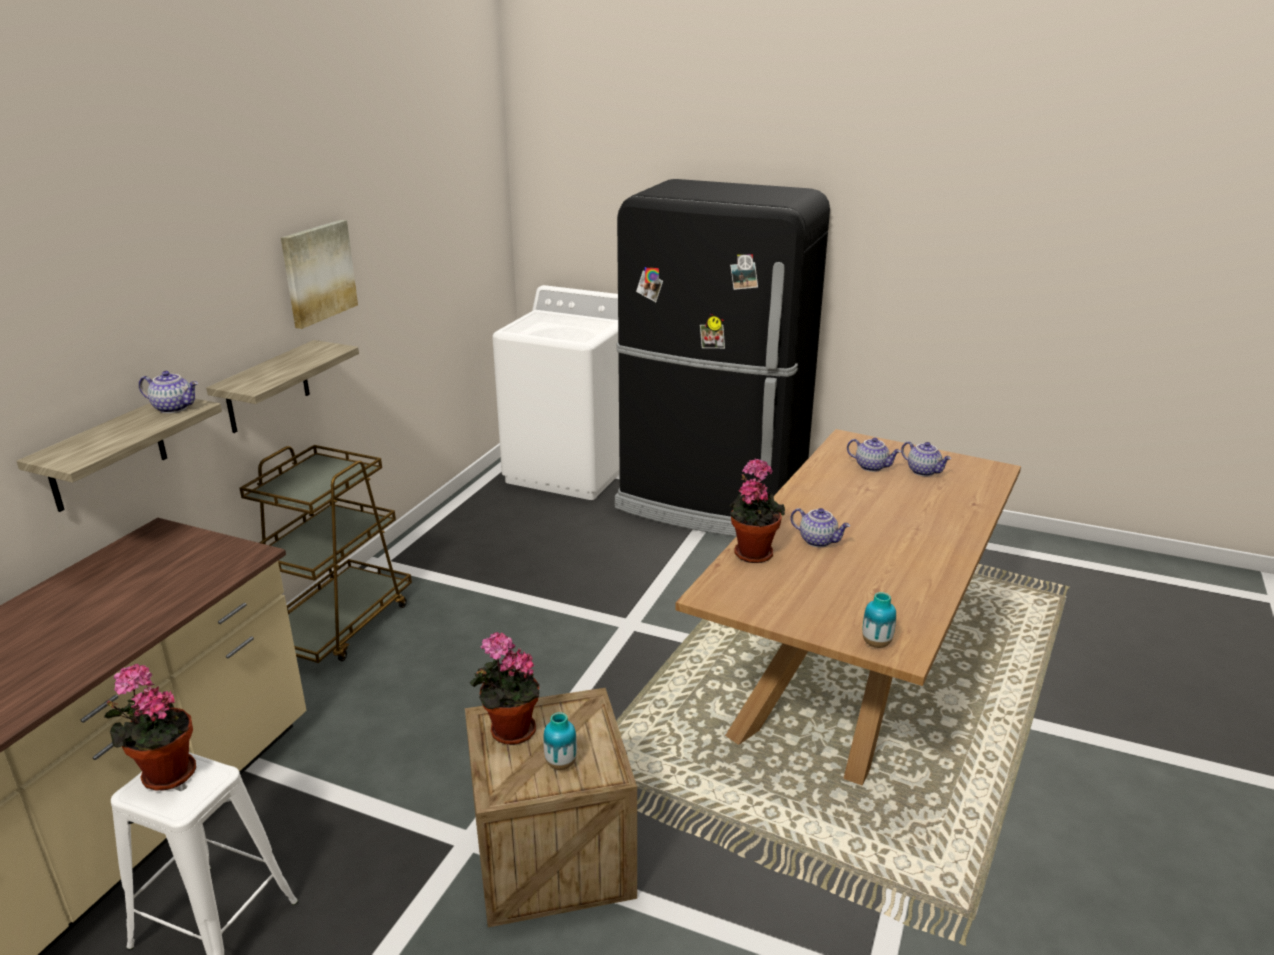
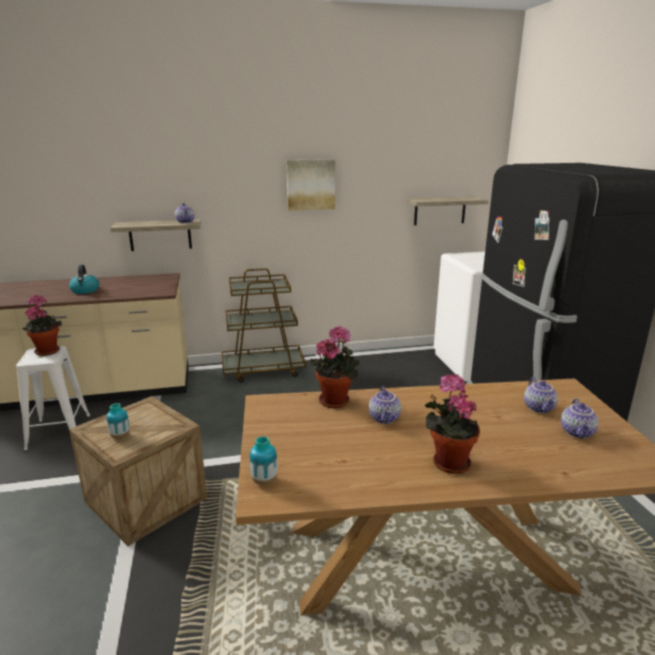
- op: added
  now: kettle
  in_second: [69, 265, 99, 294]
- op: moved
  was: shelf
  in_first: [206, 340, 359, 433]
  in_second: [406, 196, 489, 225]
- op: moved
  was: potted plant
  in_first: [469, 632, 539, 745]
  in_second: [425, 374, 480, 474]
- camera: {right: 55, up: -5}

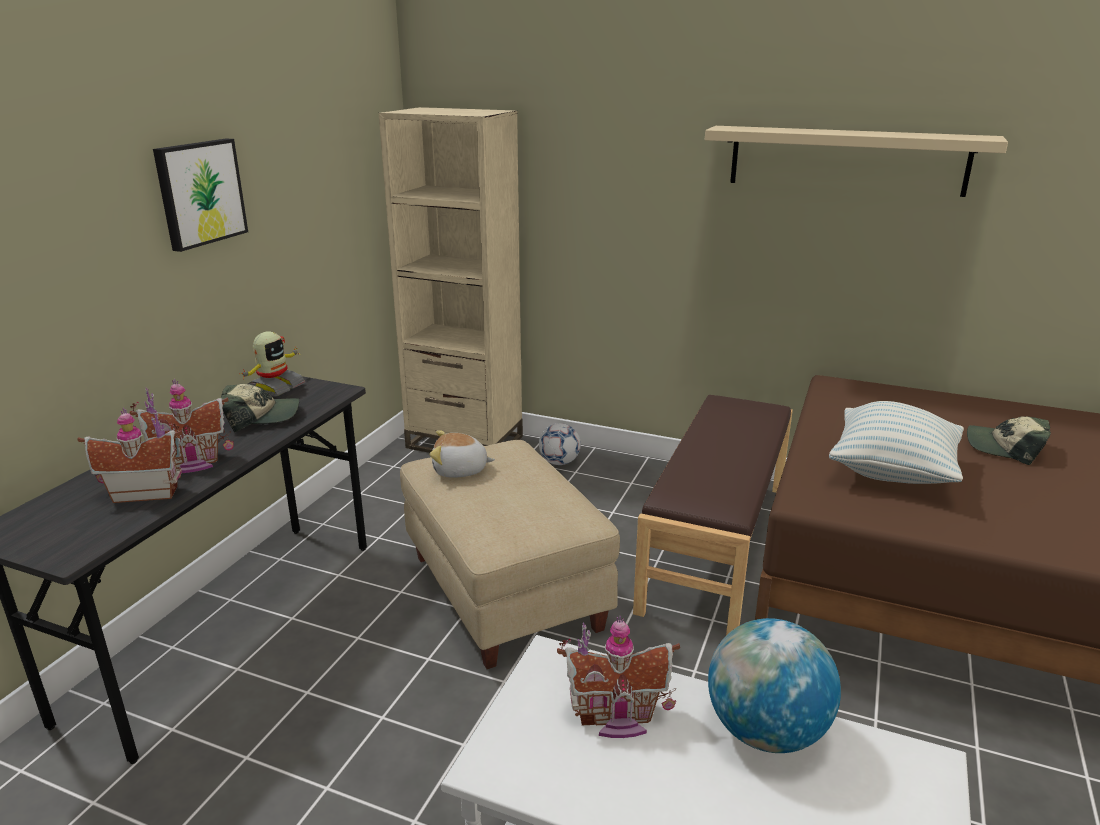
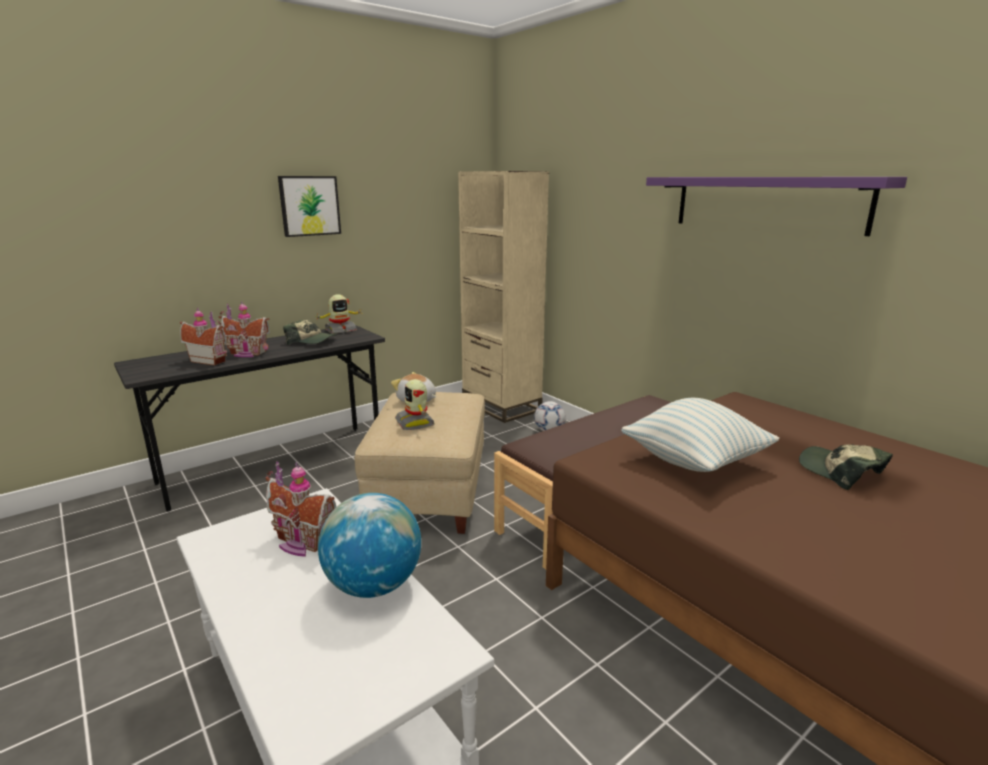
- op: added
  now: toy robot
  in_second: [395, 379, 435, 430]
- op: recoloured
  was: shelf/beige
  now: shelf/purple
  in_first: [705, 126, 1008, 197]
  in_second: [646, 177, 907, 236]
- camera: {right: 30, up: -5}

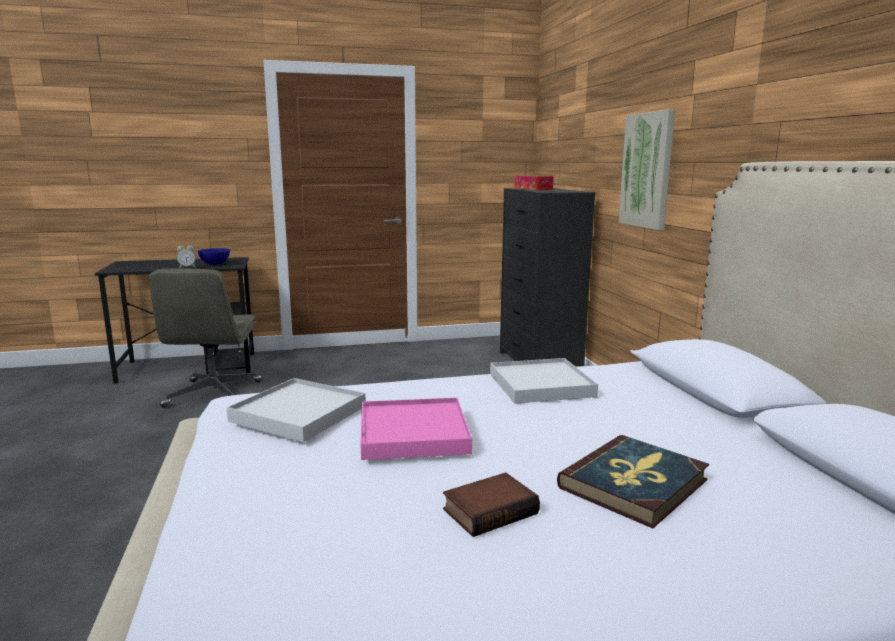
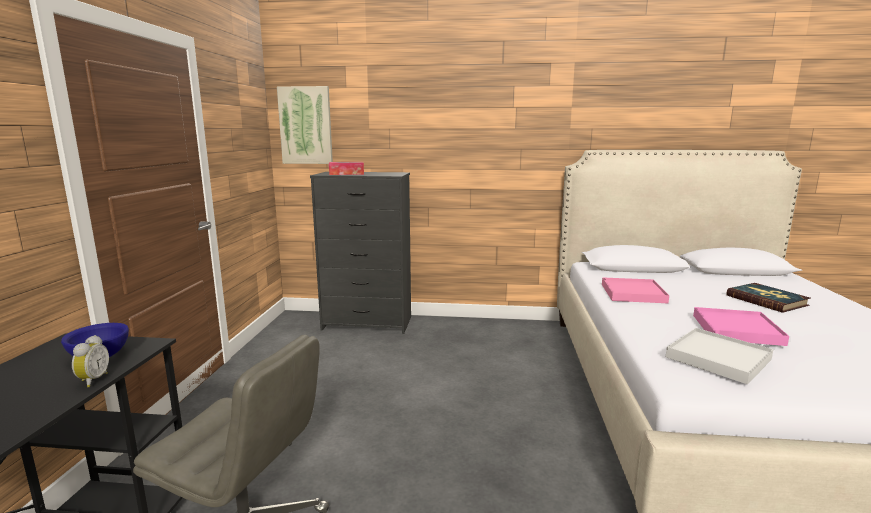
- op: removed
  was: book
  in_first: [443, 472, 540, 537]
- op: moved
  was: picture
  in_first: [618, 109, 675, 230]
  in_second: [277, 86, 333, 164]
- op: recoloured
  was: tray/white
  now: tray/pink
  in_first: [490, 358, 598, 404]
  in_second: [602, 277, 669, 303]
- camera: {right: -70, up: 0}

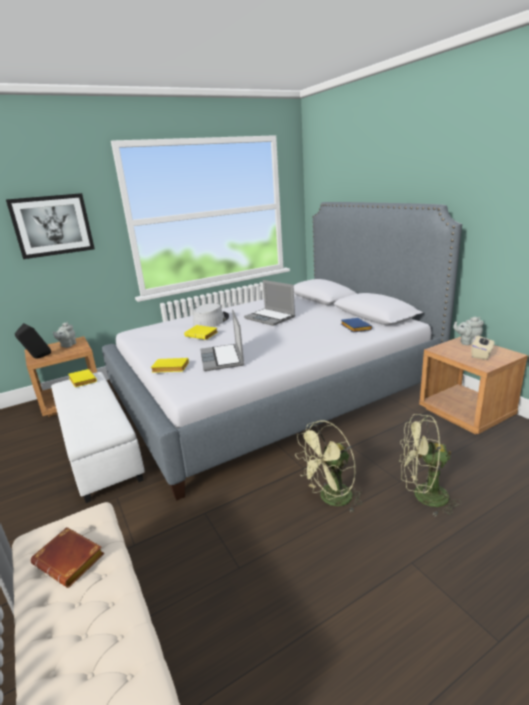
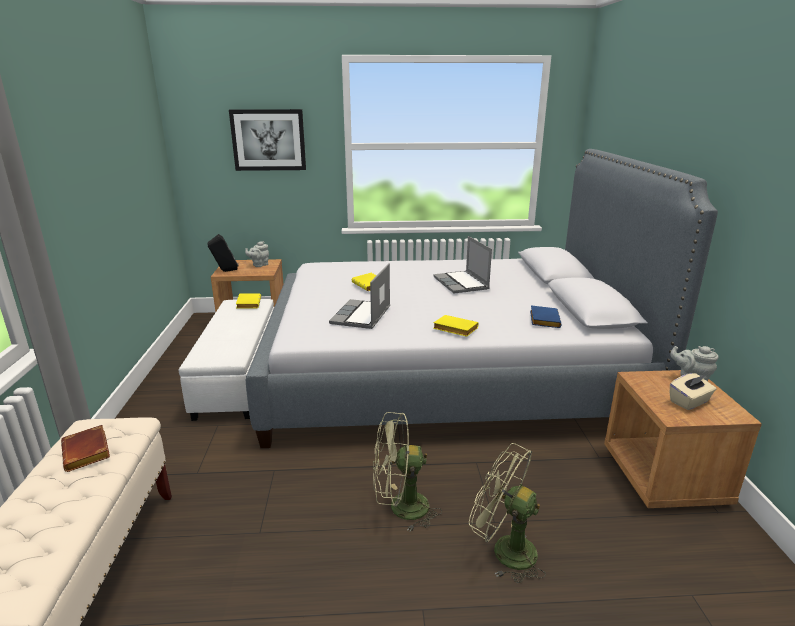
- op: removed
  was: hat/grey
  in_first: [193, 303, 229, 327]
- op: moved
  was: book/yellow
  in_first: [151, 358, 189, 373]
  in_second: [433, 315, 479, 337]
- camera: {right: 25, up: 0}

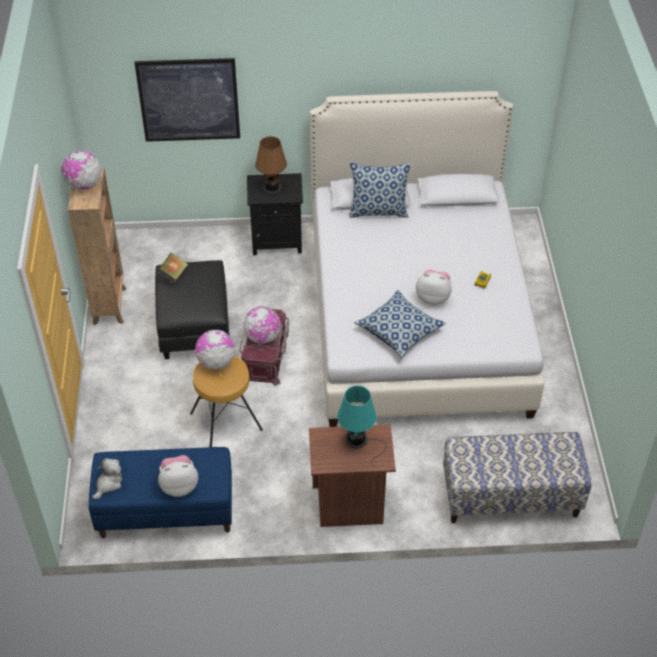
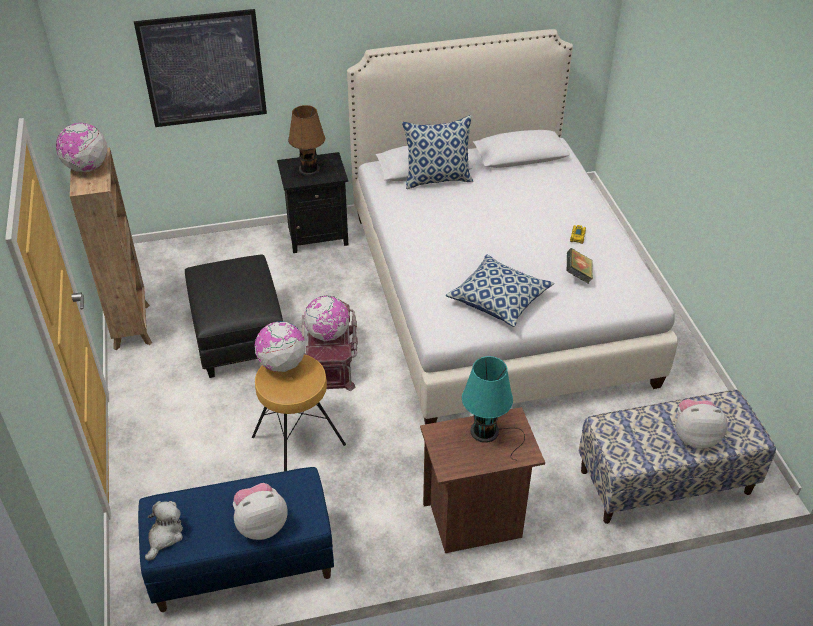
- op: moved
  was: book
  in_first: [157, 253, 188, 283]
  in_second: [566, 248, 593, 284]
- op: moved
  was: plush toy
  in_first: [416, 270, 452, 305]
  in_second: [676, 399, 728, 449]
- camera: {right: -10, up: -5}

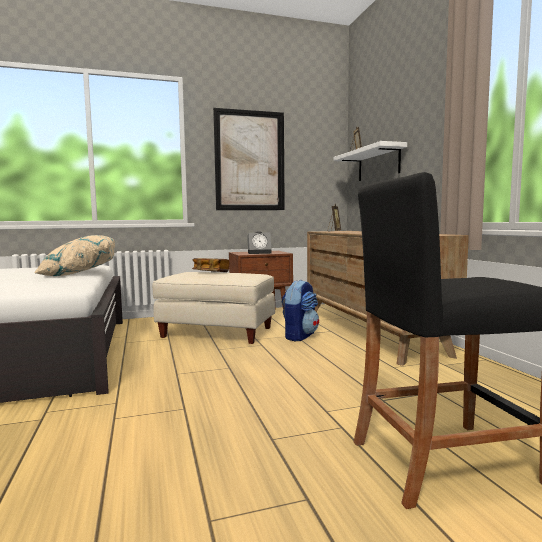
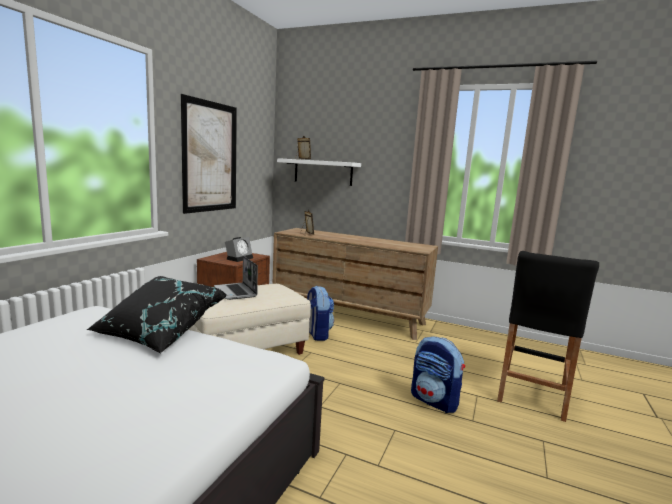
- op: added
  now: backpack
  in_second: [411, 336, 465, 413]
- op: replaced
  was: book
  now: laptop
  in_first: [192, 258, 230, 272]
  in_second: [214, 256, 258, 300]
- op: recoloured
  was: pillow/beige
  now: pillow/black
  in_first: [34, 235, 115, 276]
  in_second: [87, 276, 226, 354]
- camera: {right: -50, up: 5}

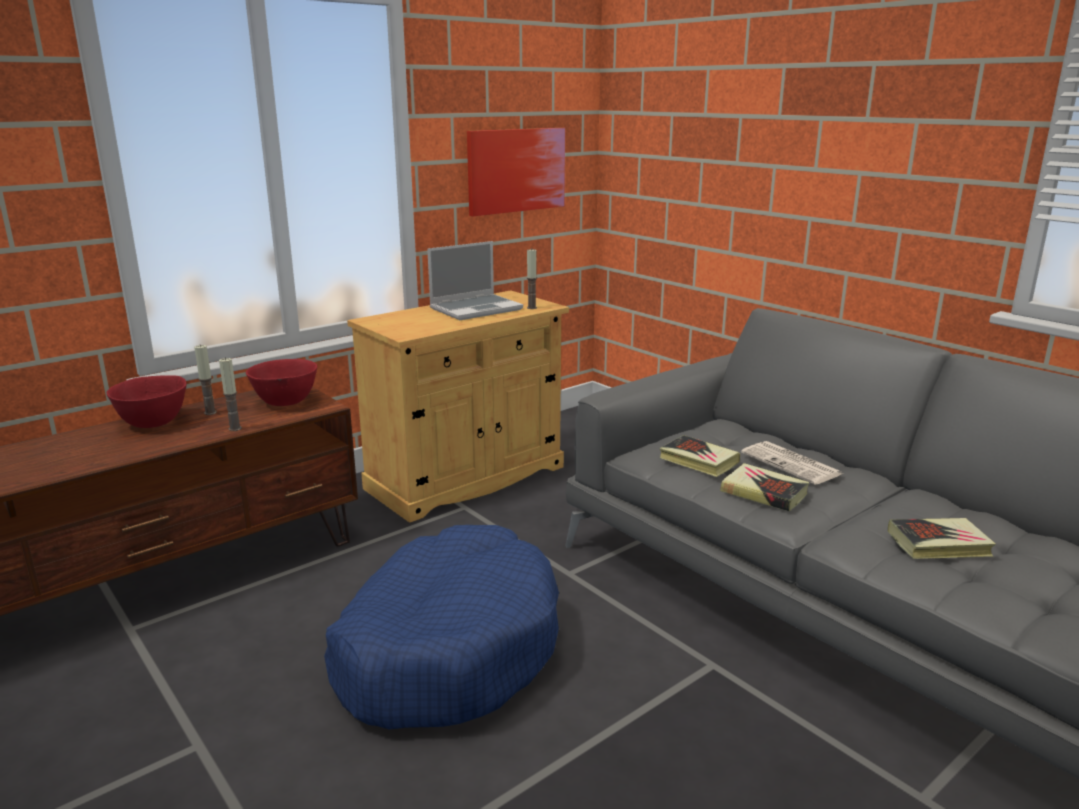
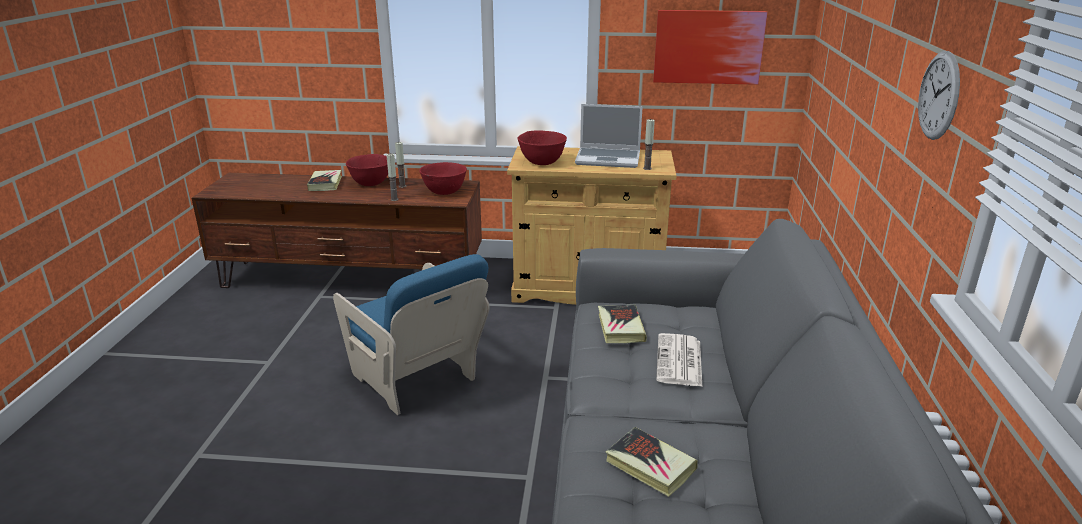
- op: added
  now: bowl/red
  in_second: [518, 130, 567, 165]
- op: added
  now: wall clock
  in_second: [918, 51, 960, 140]
- op: moved
  was: book
  in_first: [720, 463, 809, 512]
  in_second: [307, 170, 342, 191]
- op: replaced
  was: dog bed/blue
  now: armchair/blue
  in_first: [324, 525, 559, 729]
  in_second: [333, 254, 490, 415]
- camera: {right: 45, up: 5}

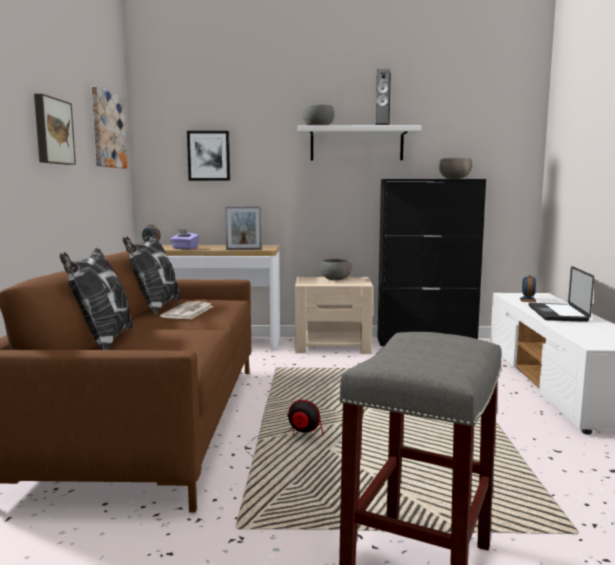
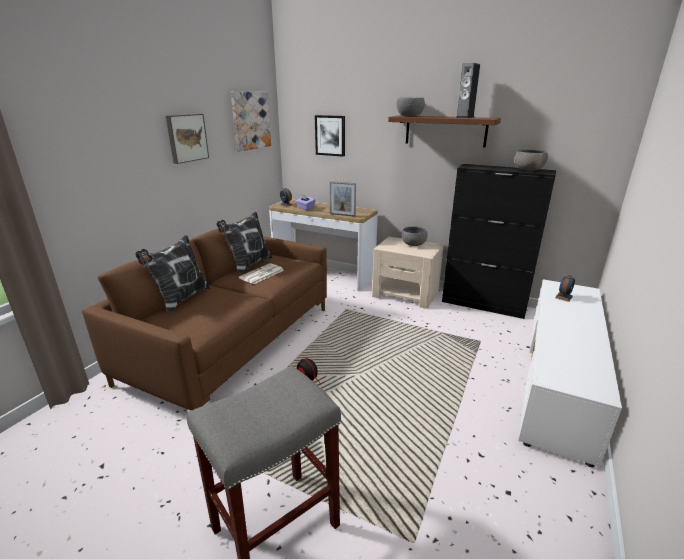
- op: removed
  was: laptop
  in_first: [529, 266, 594, 322]
- op: recoloured
  was: shelf/white
  now: shelf/brown
  in_first: [298, 125, 421, 160]
  in_second: [388, 116, 501, 148]
- camera: {right: 25, up: 15}

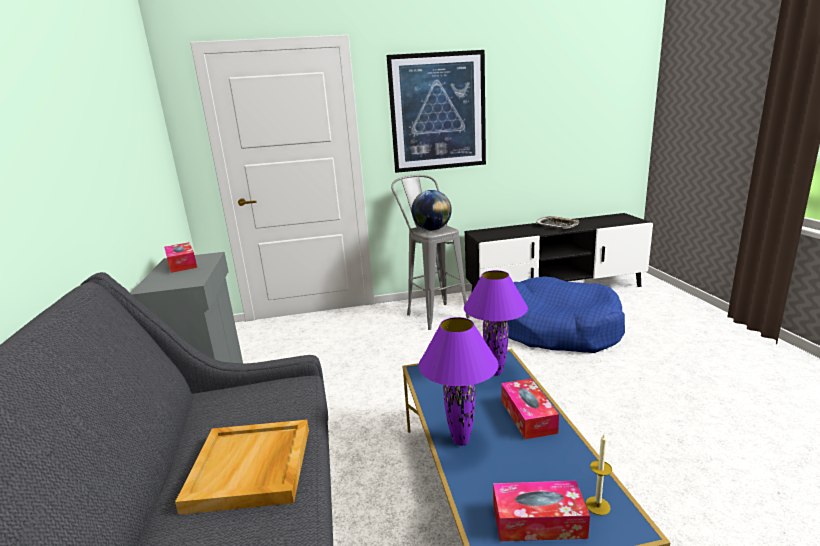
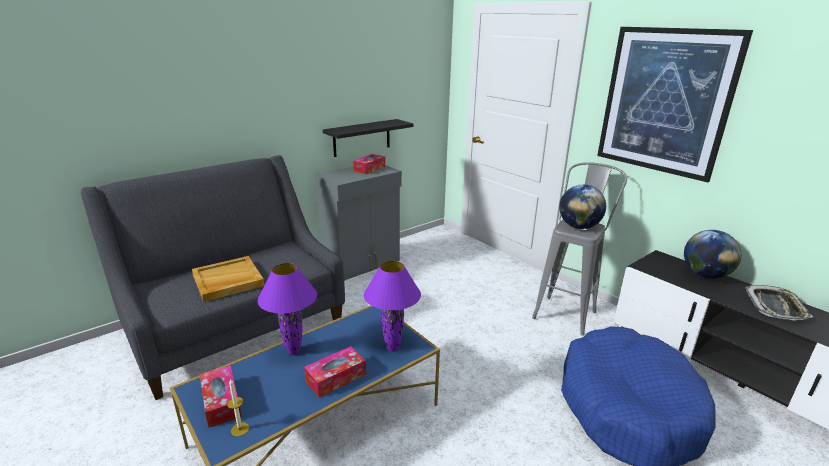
- op: added
  now: shelf/black
  in_second: [323, 119, 413, 157]
- op: added
  now: globe
  in_second: [684, 230, 741, 279]
- camera: {right: 60, up: 5}

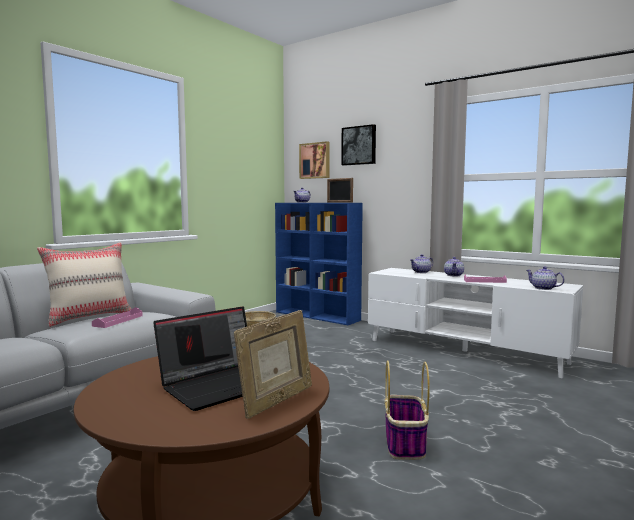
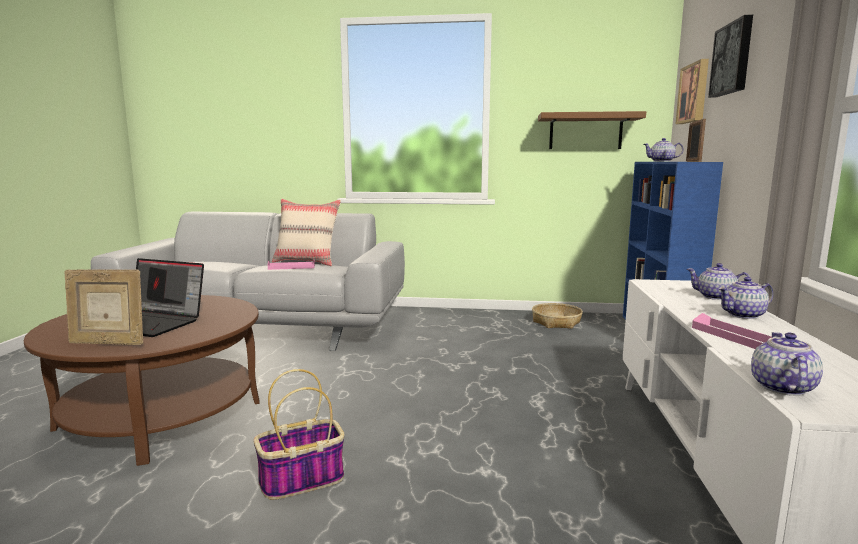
- op: added
  now: shelf/brown
  in_second: [538, 111, 646, 149]
- camera: {right: 60, up: 5}

